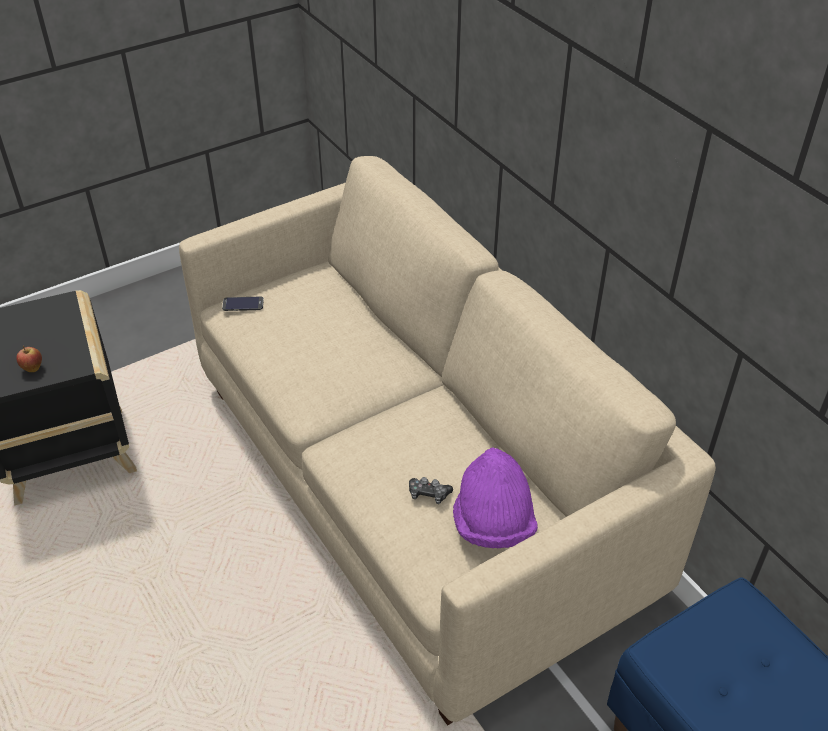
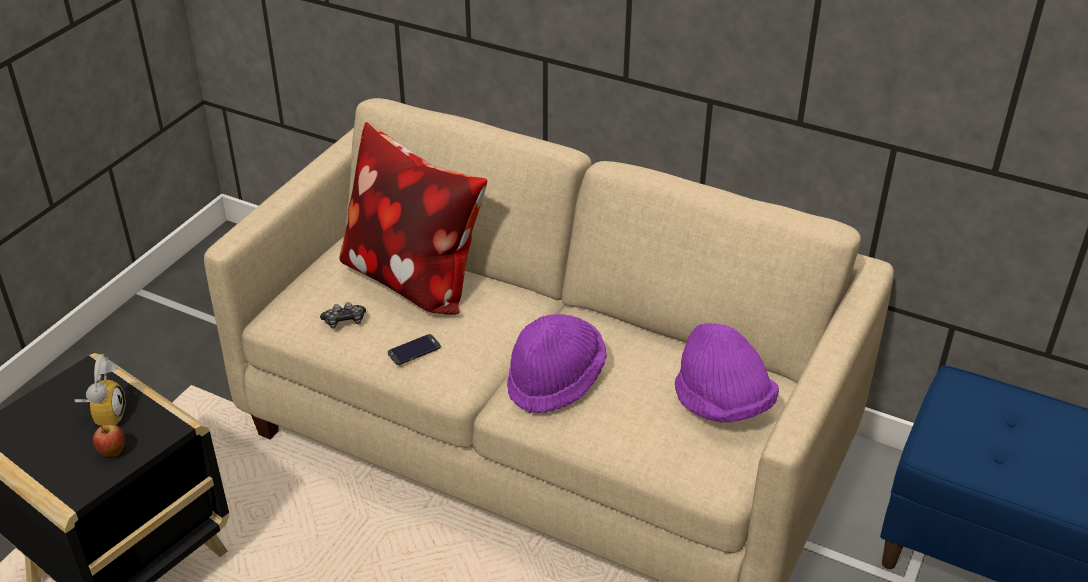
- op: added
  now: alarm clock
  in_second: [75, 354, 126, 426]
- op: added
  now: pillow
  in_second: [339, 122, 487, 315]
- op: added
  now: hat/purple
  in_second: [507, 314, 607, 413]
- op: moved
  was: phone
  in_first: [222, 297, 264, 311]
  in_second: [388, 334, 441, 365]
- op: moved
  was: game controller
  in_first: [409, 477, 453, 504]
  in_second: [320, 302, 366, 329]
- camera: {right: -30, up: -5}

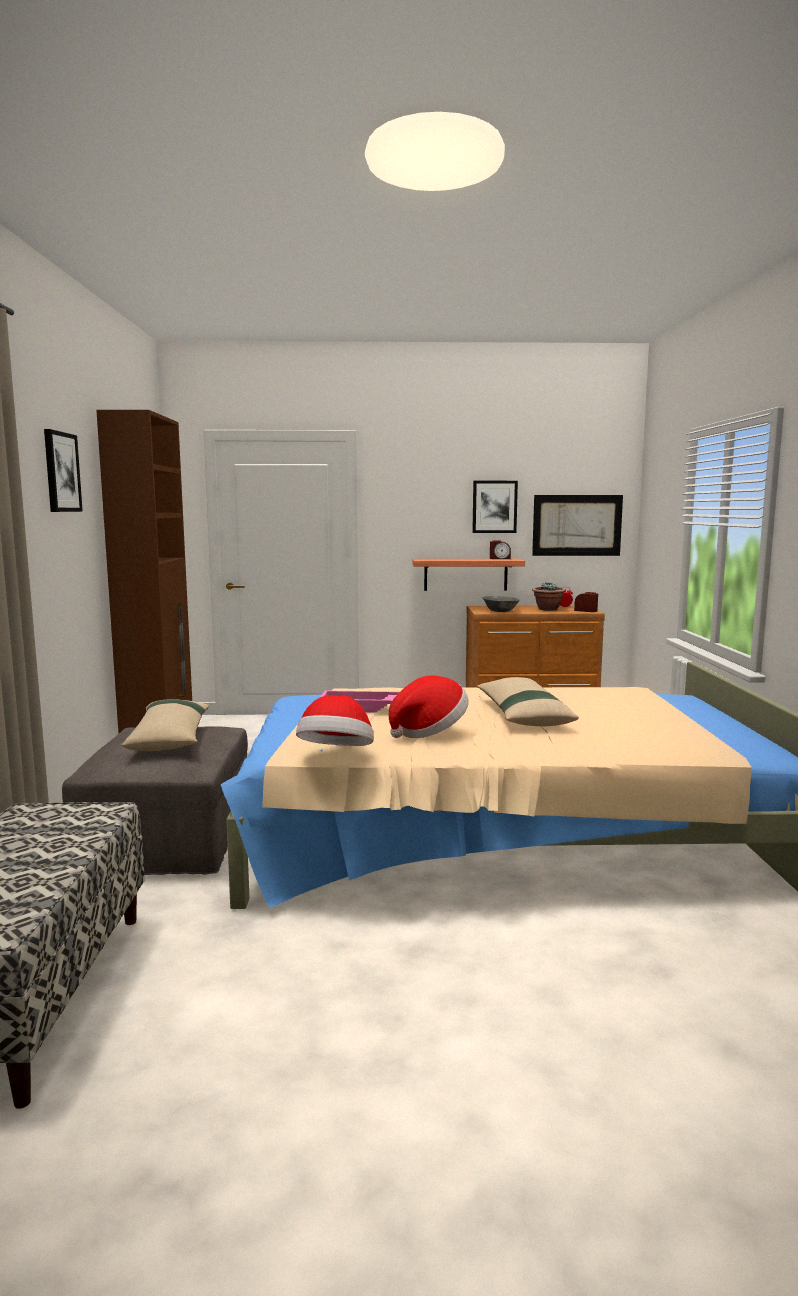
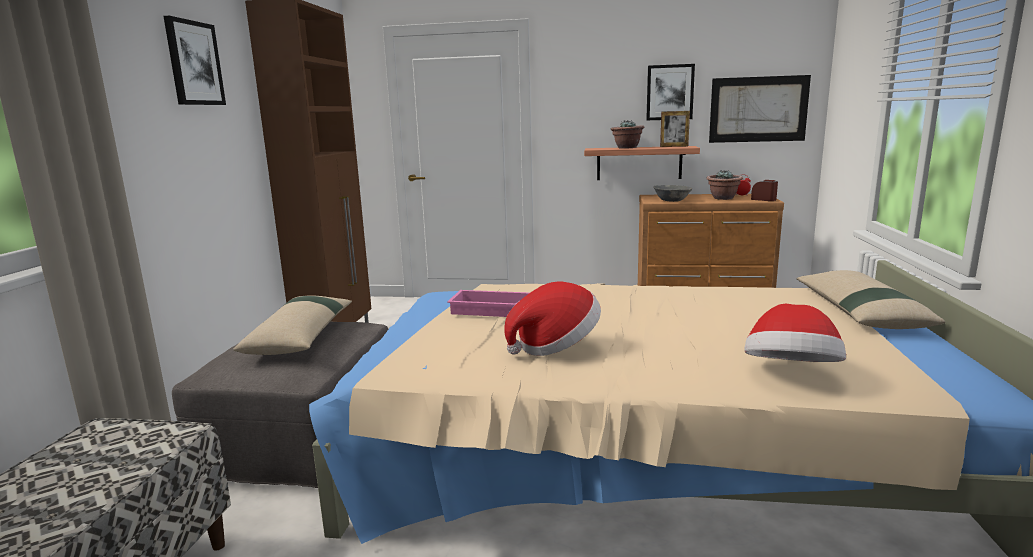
- op: added
  now: potted plant
  in_second: [610, 120, 644, 149]
- op: moved
  was: hat
  in_first: [296, 695, 374, 746]
  in_second: [745, 304, 846, 362]
- op: moved
  was: pillow/beige
  in_first: [477, 677, 579, 726]
  in_second: [796, 270, 945, 329]
- op: replaced
  was: alarm clock
  now: picture frame
  in_first: [490, 540, 511, 559]
  in_second: [660, 111, 690, 147]
- camera: {right: 10, up: 5}

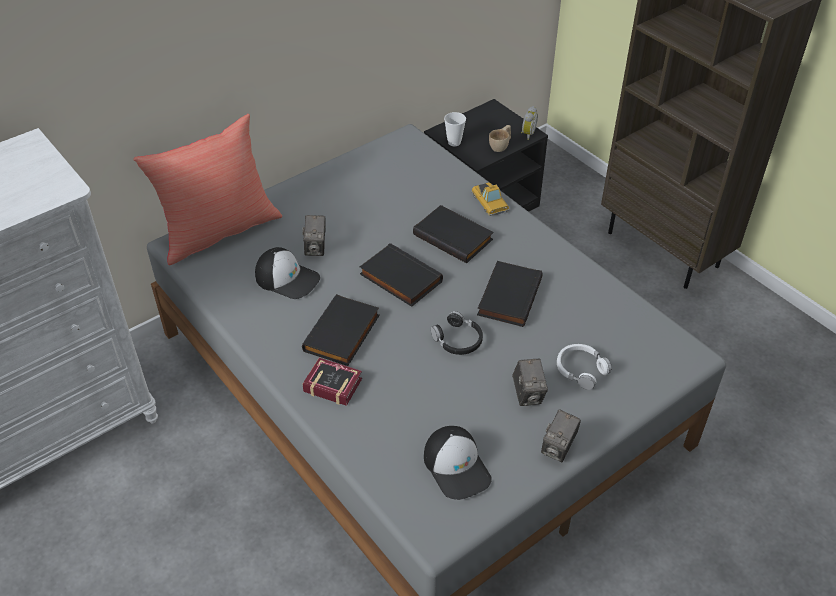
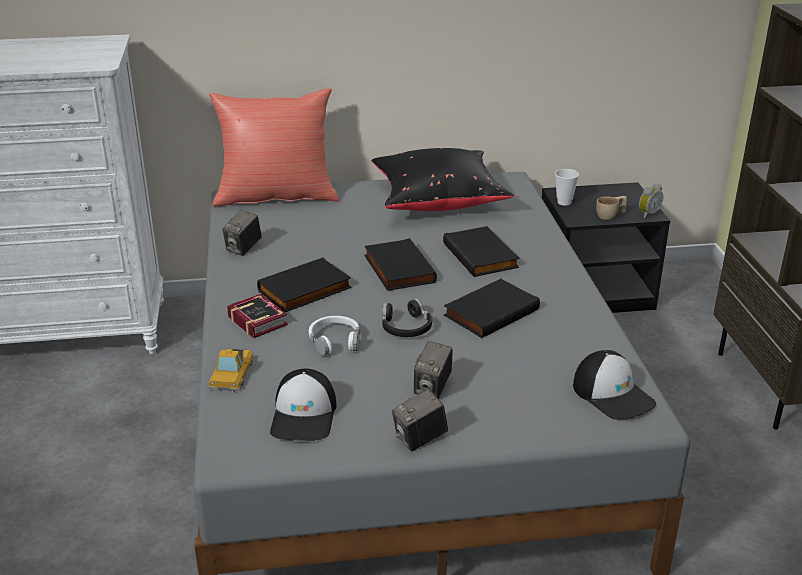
- op: added
  now: pillow/black
  in_second: [371, 148, 514, 211]
- op: moved
  was: cap
  in_first: [255, 247, 320, 299]
  in_second: [573, 350, 656, 420]
- op: moved
  was: photo camera
  in_first: [302, 215, 325, 256]
  in_second: [222, 210, 262, 256]
- op: moved
  was: toy car
  in_first: [471, 182, 510, 216]
  in_second: [208, 348, 254, 392]
- op: moved
  was: headphones/white
  in_first: [557, 344, 612, 390]
  in_second: [309, 316, 360, 356]
- camera: {right: 30, up: -15}

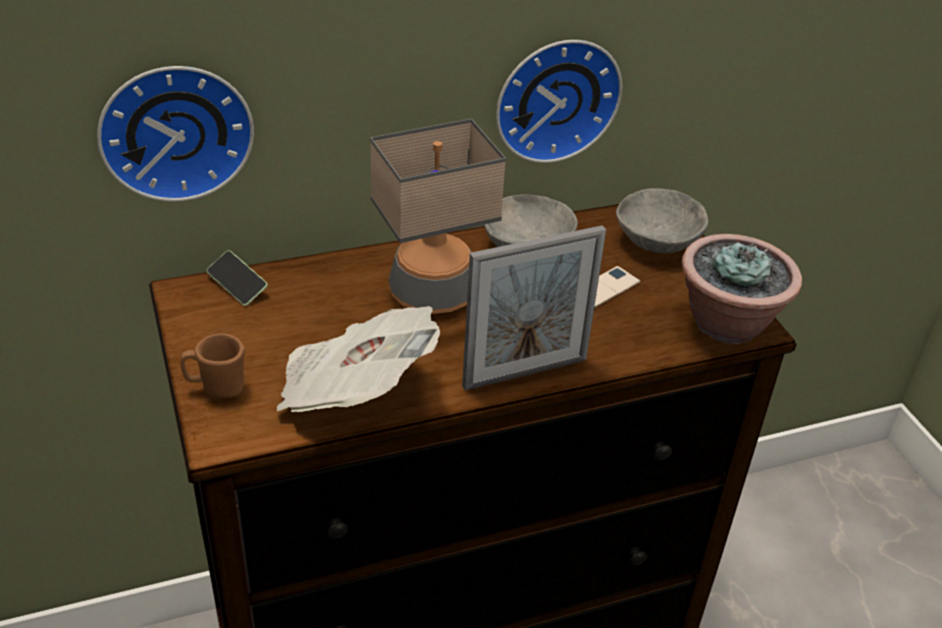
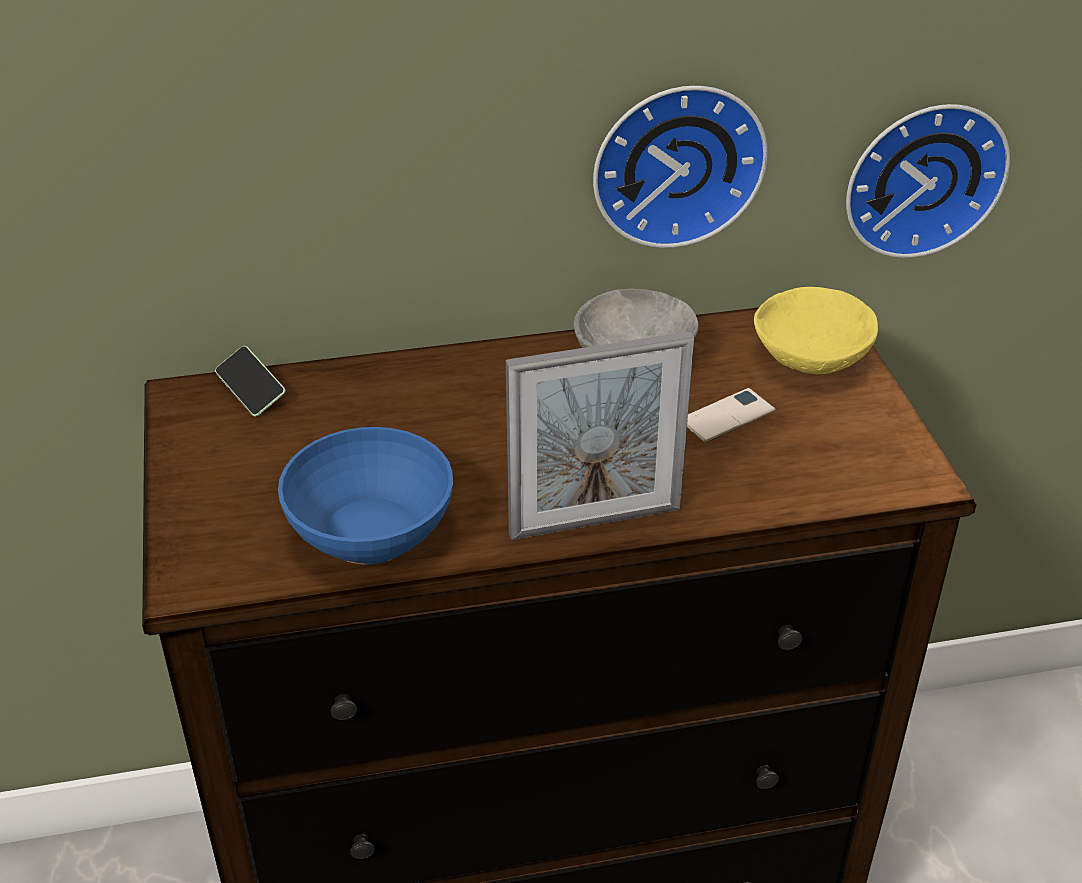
- op: removed
  was: mug/brown
  in_first: [180, 333, 245, 398]
- op: removed
  was: table lamp
  in_first: [370, 119, 506, 314]
- op: removed
  was: potted plant
  in_first: [681, 234, 802, 344]
- op: moved
  was: wall clock
  in_first: [97, 66, 254, 202]
  in_second: [846, 104, 1010, 258]
- op: replaced
  was: newspaper
  now: bowl/blue
  in_first: [276, 306, 440, 412]
  in_second: [278, 427, 453, 564]
- op: recoloured
  was: bowl/grey
  now: bowl/yellow
  in_first: [616, 188, 708, 254]
  in_second: [754, 287, 878, 374]
- camera: {right: 10, up: 0}

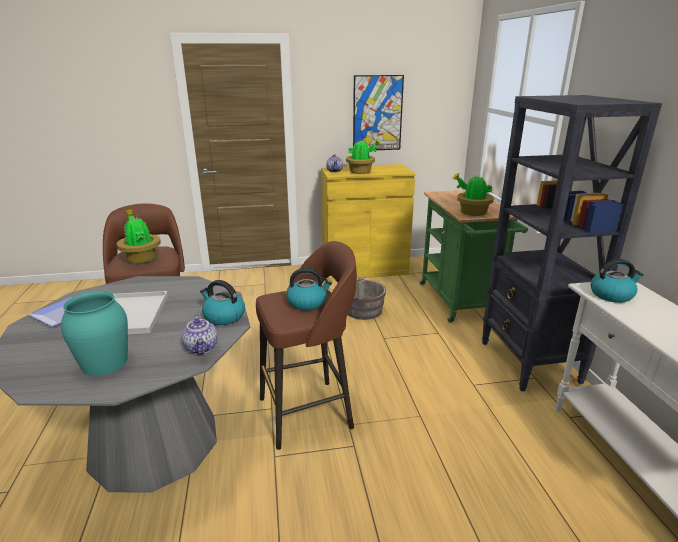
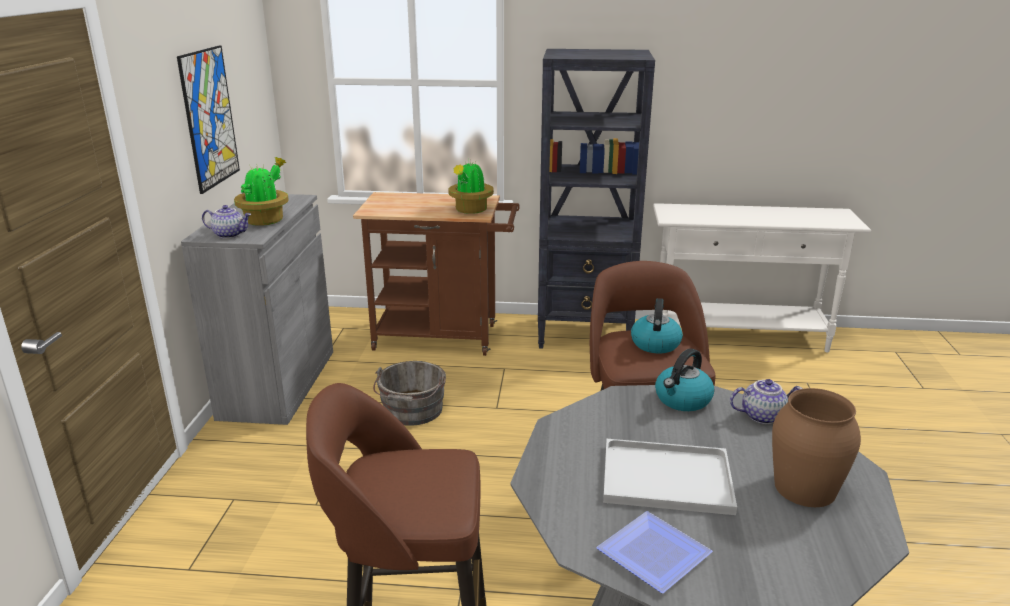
- op: removed
  was: potted plant
  in_first: [117, 209, 161, 264]
- op: removed
  was: kettle
  in_first: [591, 259, 644, 303]
- op: recoloured
  was: vase/turquoise
  now: vase/brown
  in_first: [61, 291, 128, 376]
  in_second: [772, 388, 861, 507]
- op: recoloured
  was: cabinet/yellow
  now: cabinet/grey
  in_first: [321, 164, 416, 281]
  in_second: [181, 194, 333, 425]
- op: recoloured
  was: cart/green
  now: cart/brown
  in_first: [420, 190, 528, 323]
  in_second: [353, 192, 520, 356]
- camera: {right: -75, up: 0}

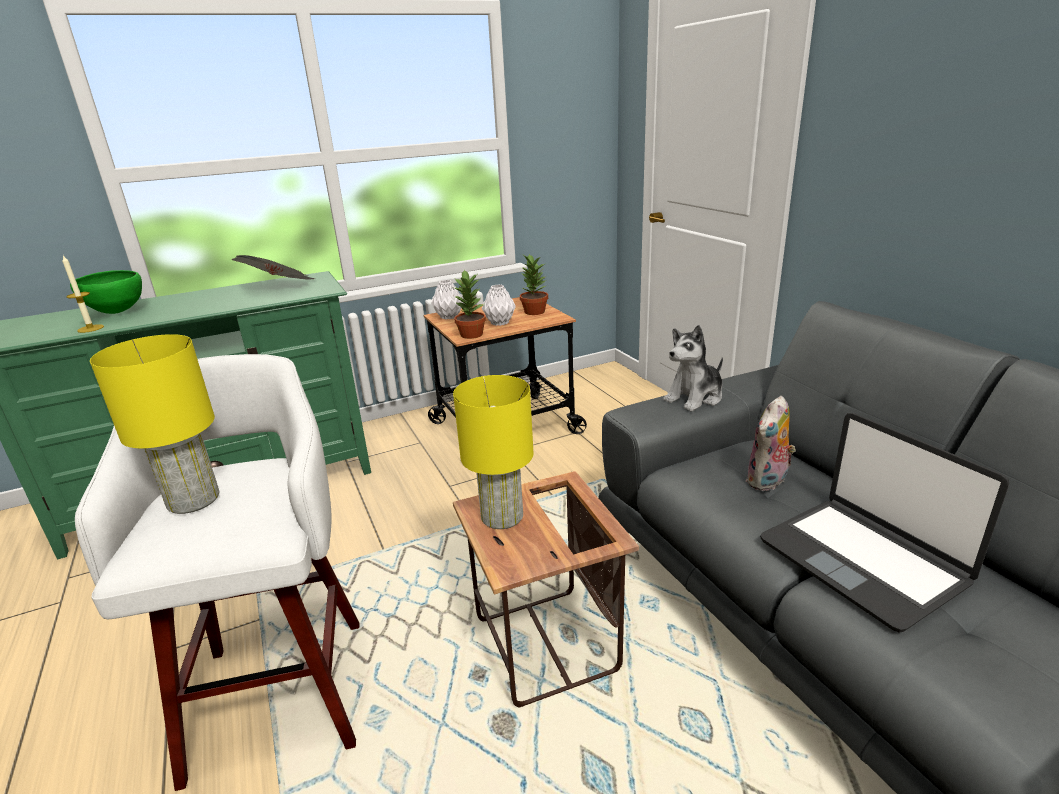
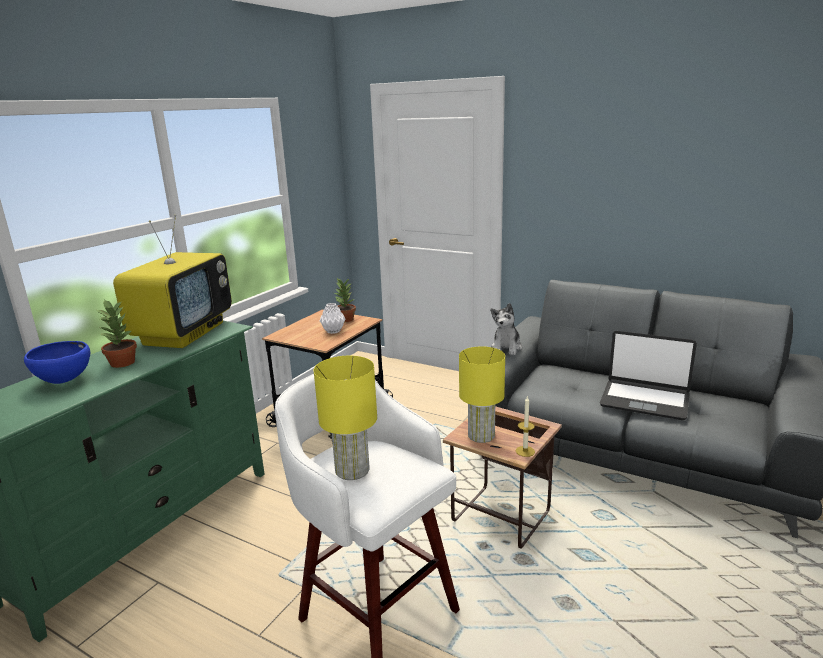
- op: removed
  was: vase/white
  in_first: [431, 280, 463, 319]
- op: removed
  was: plush toy
  in_first: [746, 396, 796, 491]
- op: moved
  was: candle
  in_first: [62, 255, 104, 333]
  in_second: [516, 397, 535, 457]
- op: moved
  was: potted plant
  in_first: [454, 270, 486, 339]
  in_second: [95, 299, 137, 368]
- op: replaced
  was: newspaper
  now: television
  in_first: [232, 255, 316, 280]
  in_second: [113, 214, 232, 348]
- op: recoloured
  was: bowl/green
  now: bowl/blue
  in_first: [70, 270, 142, 314]
  in_second: [24, 341, 90, 384]
- camera: {right: -35, up: -5}

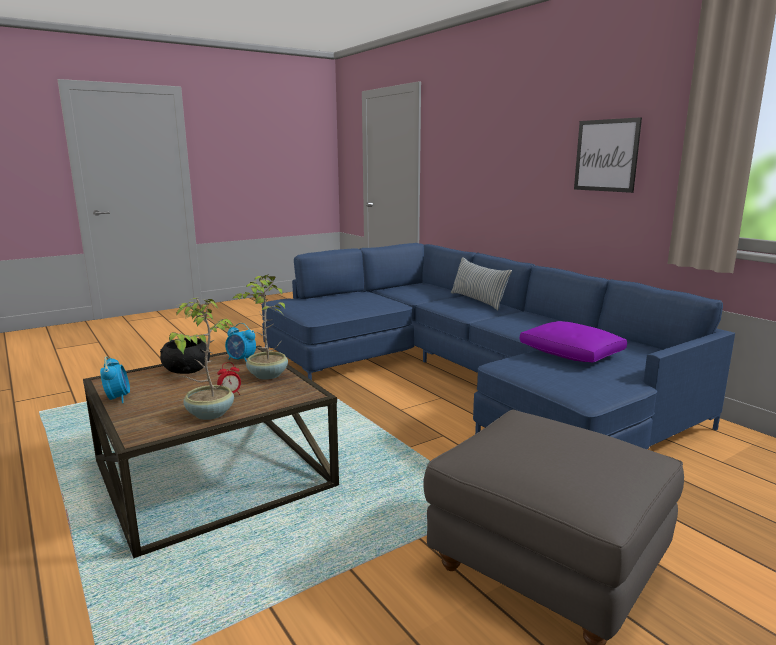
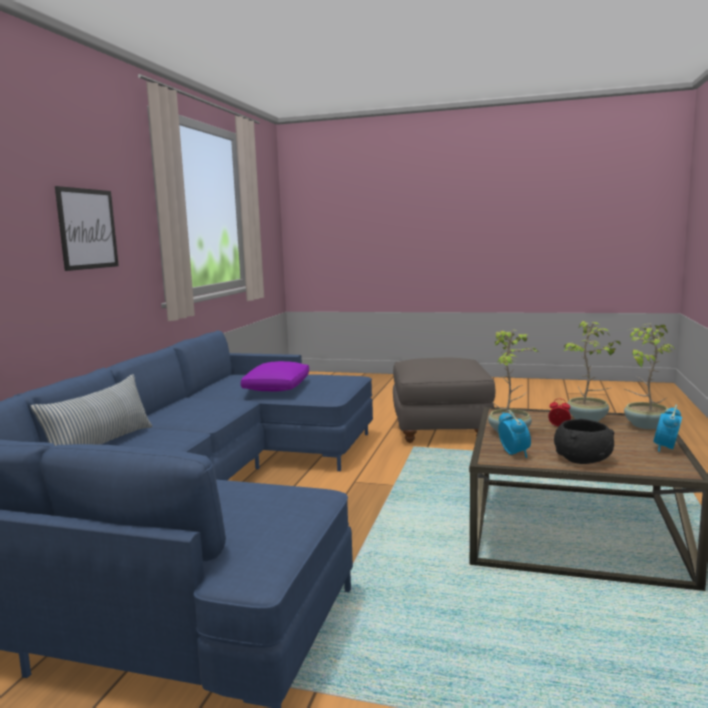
- op: added
  now: potted plant
  in_second: [624, 324, 677, 429]
- camera: {right: -130, up: -5}

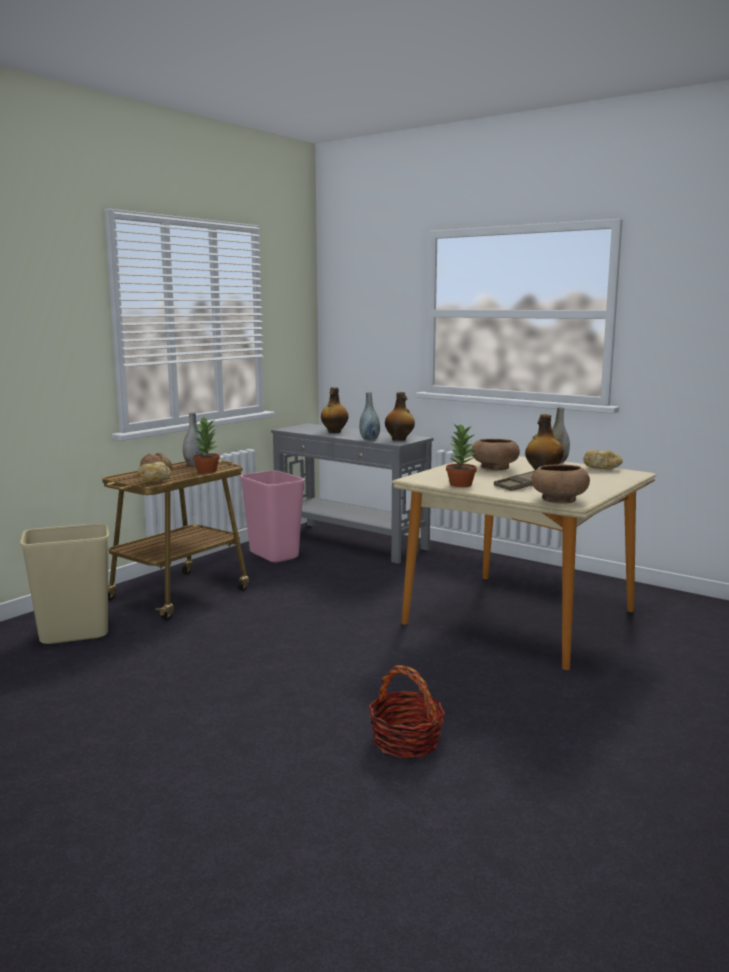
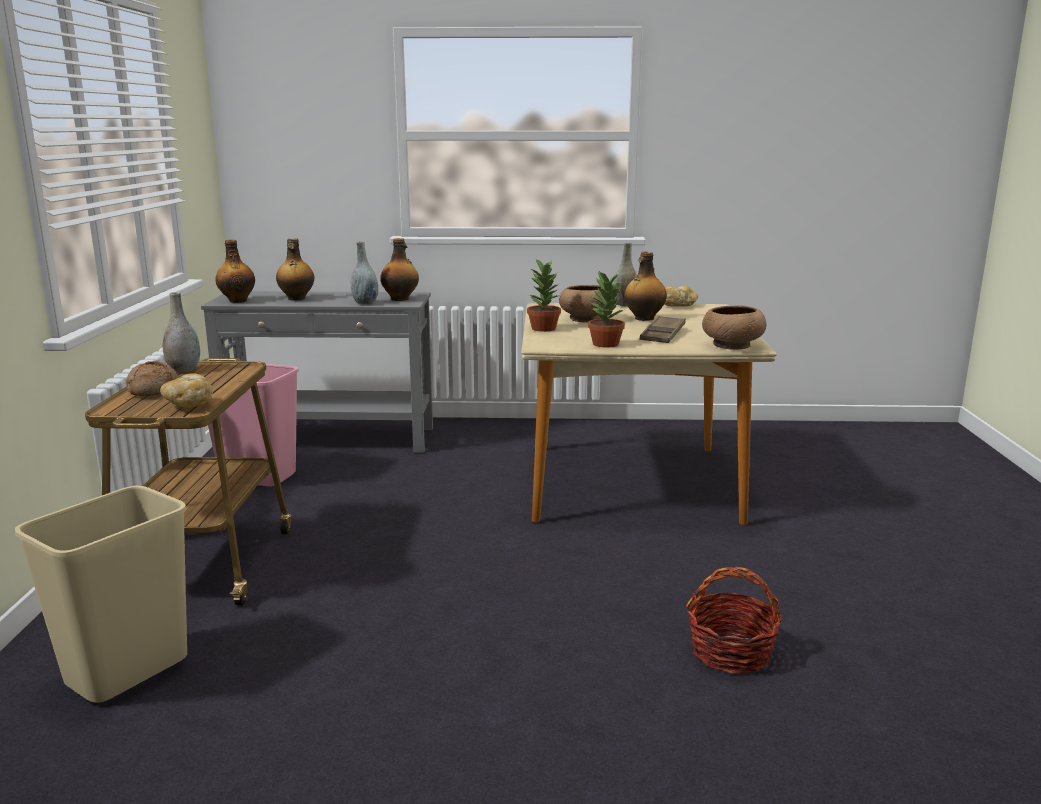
- op: added
  now: bottle
  in_second: [215, 239, 255, 303]
- op: moved
  was: potted plant
  in_first: [193, 417, 220, 473]
  in_second: [527, 259, 561, 332]
- camera: {right: -35, up: 5}

